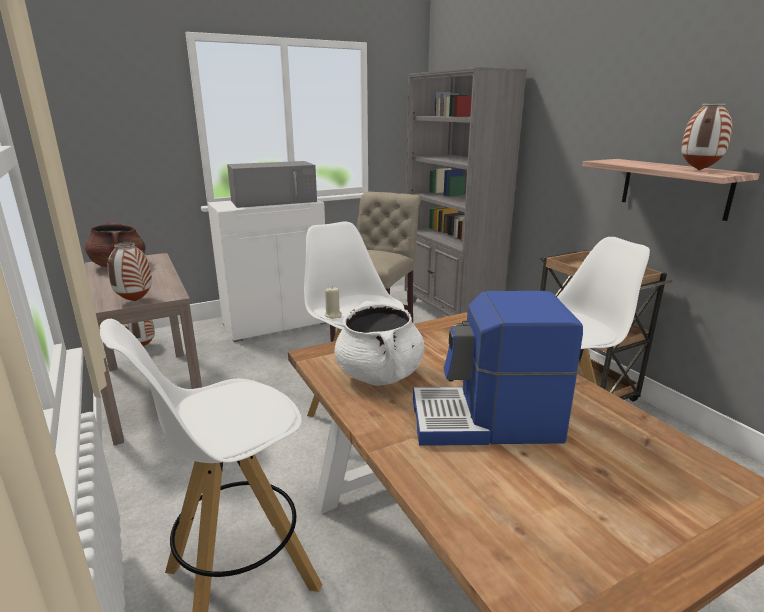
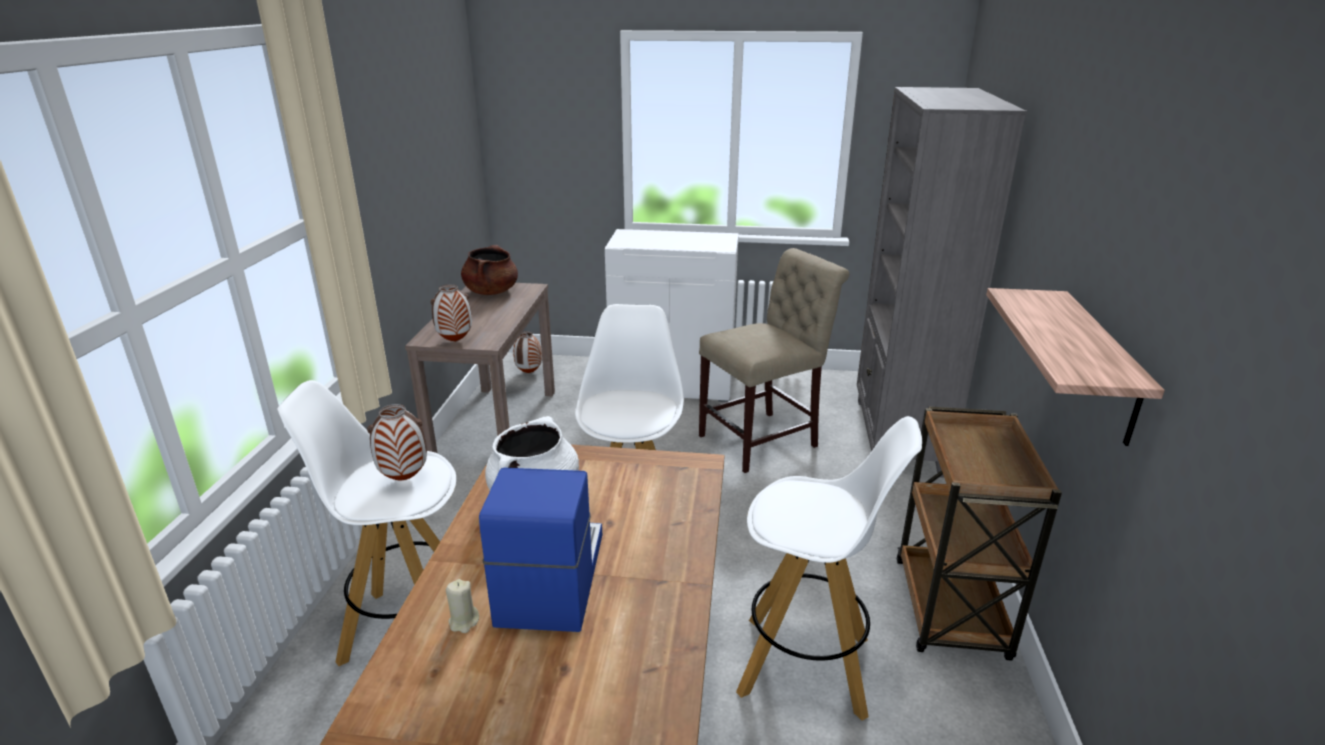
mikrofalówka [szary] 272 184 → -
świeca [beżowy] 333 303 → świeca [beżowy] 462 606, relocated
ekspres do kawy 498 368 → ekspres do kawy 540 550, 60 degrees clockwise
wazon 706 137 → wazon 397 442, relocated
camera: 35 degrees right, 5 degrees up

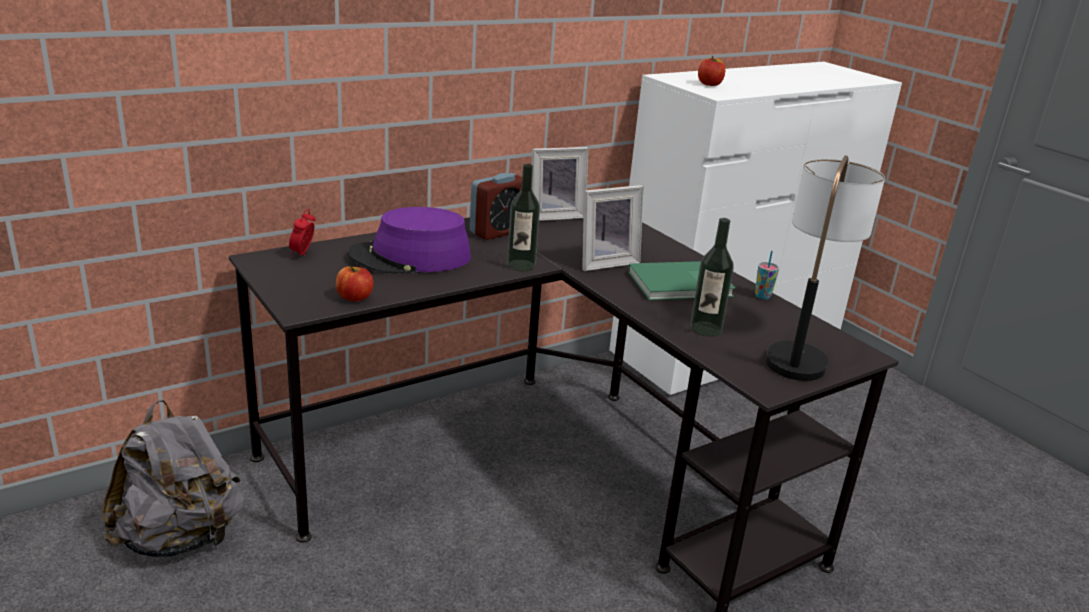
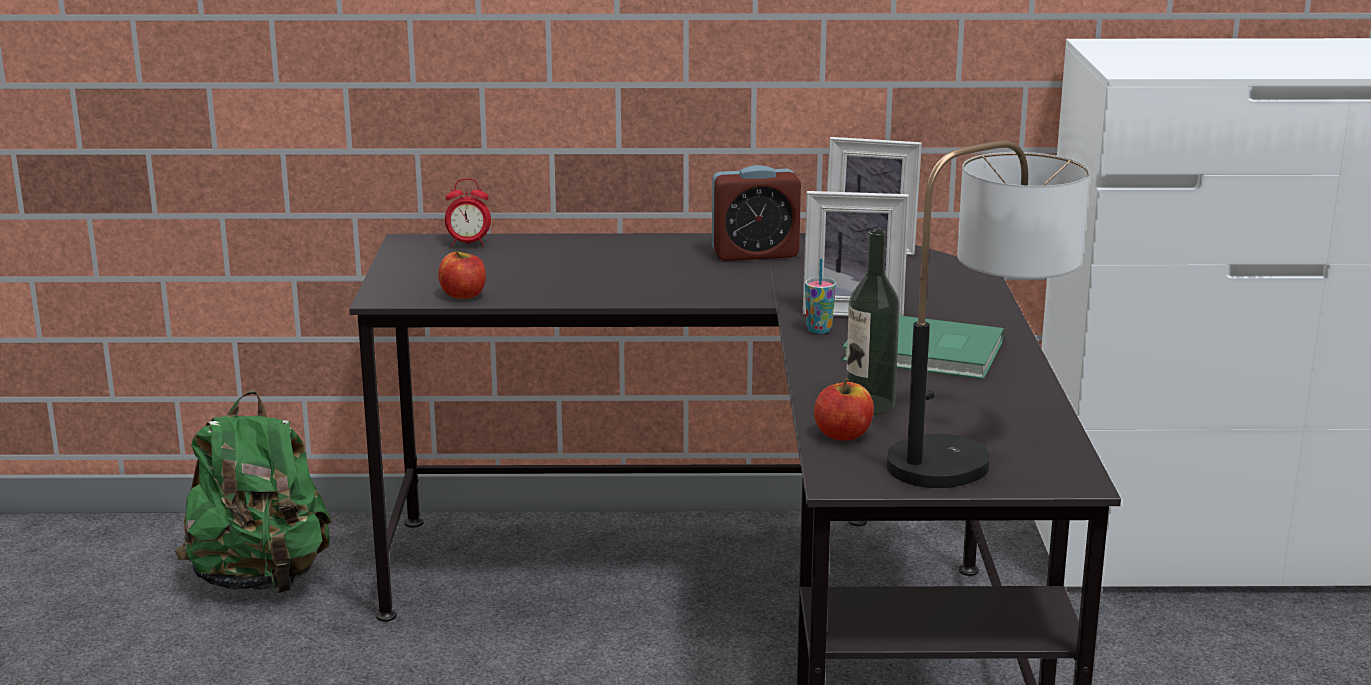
plecak [szary] 172 478 → plecak [zielony] 253 492
budzik 302 233 → budzik 468 213, 135 degrees counterclockwise
kapelusz [fioletowy] 409 240 → -
butelka 523 217 → -
jabłko 711 71 → jabłko 844 410, relocated
filiżanka 767 275 → filiżanka 820 296, relocated
camera: 35 degrees right, 5 degrees down

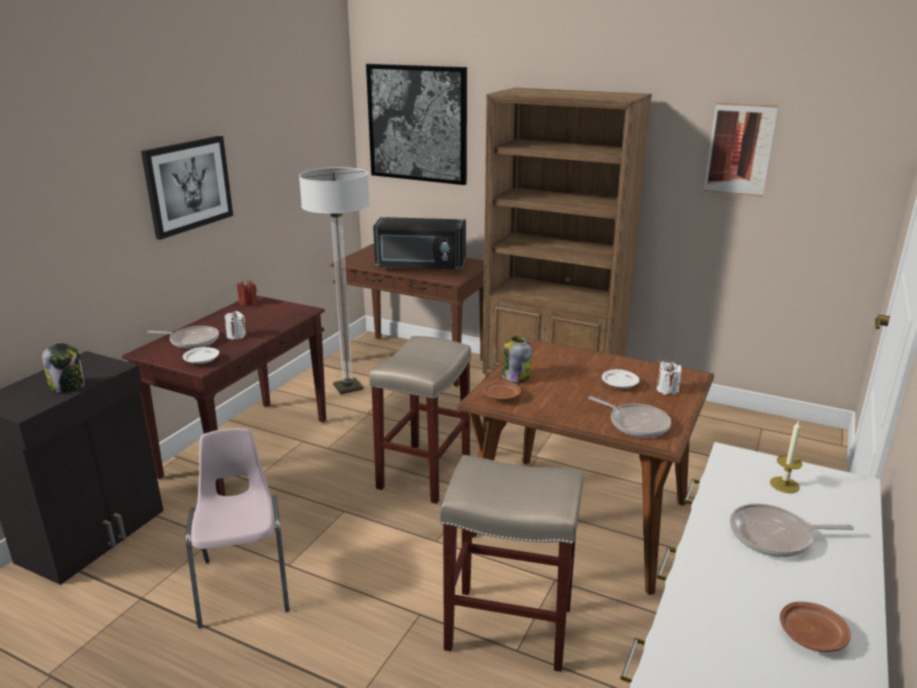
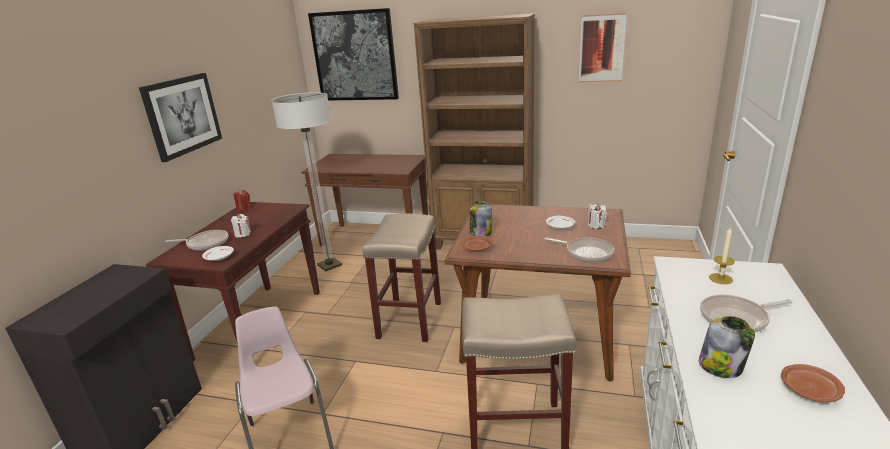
słoik 63 368 → słoik 727 347, relocated
mikrofalówka [czarny] 419 243 → -
camera: 10 degrees left, 0 degrees up

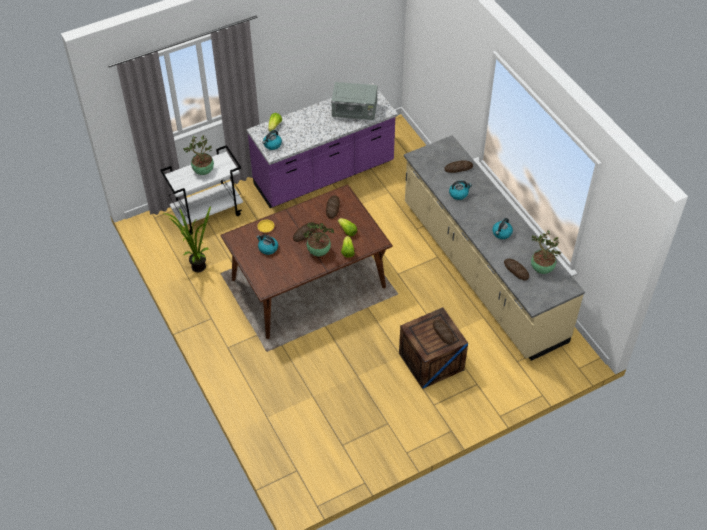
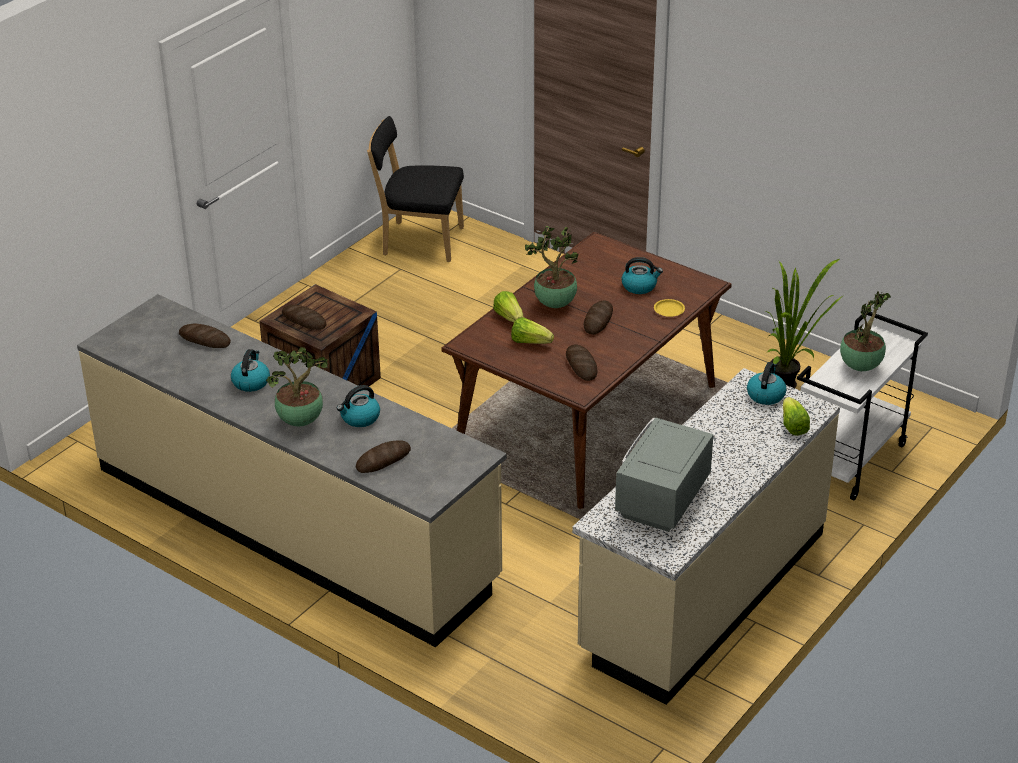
zabudowa kuchenna [fioletowy] 322 145 → zabudowa kuchenna [beżowy] 706 536
mikrofalówka [szary] 354 101 → mikrofalówka [szary] 664 475, 45 degrees counterclockwise
roślina doniczkowa 546 252 → roślina doniczkowa 297 386, relocated
- → krzesło [czarny] 415 189
camera: 155 degrees right, 15 degrees down

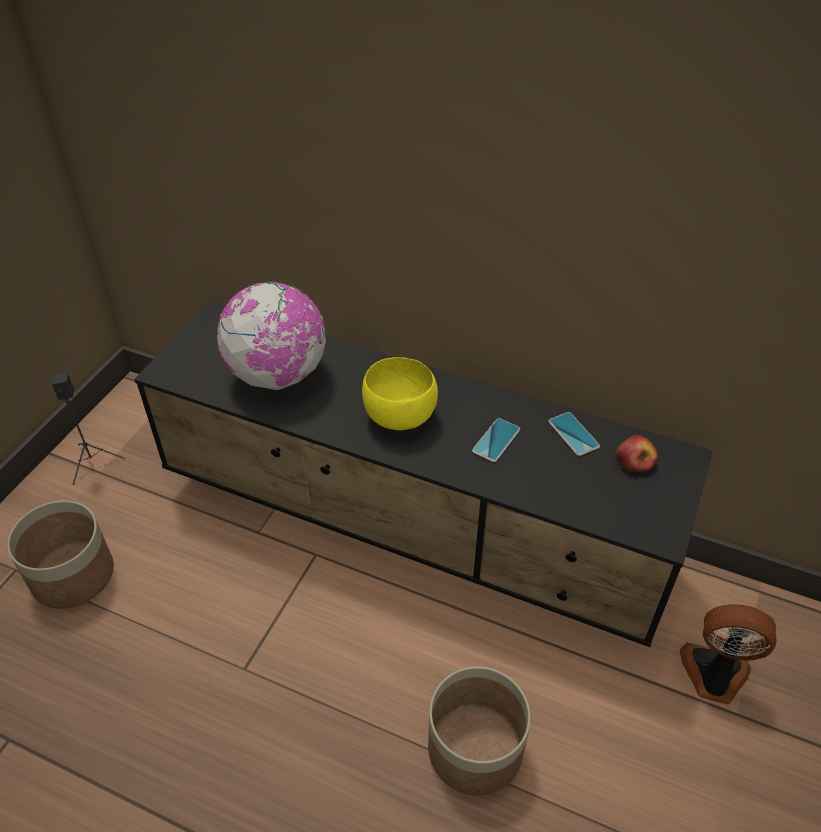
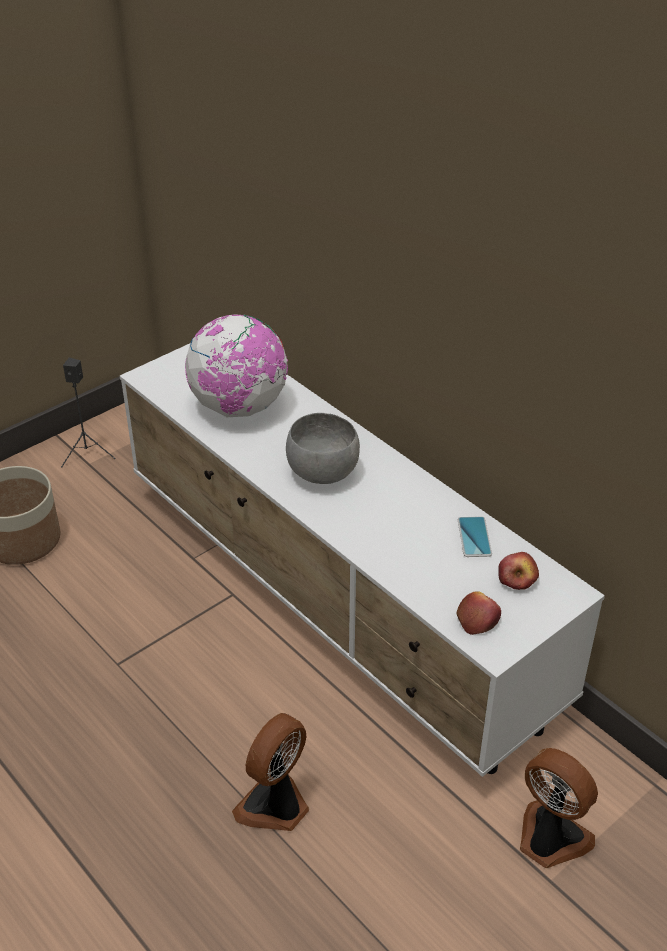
szafka pod telewizor [czarny] 423 474 → szafka pod telewizor [biały] 362 560
miska [żółty] 400 394 → miska [szary] 323 448
donica 479 731 → wentylator 270 772
telefon 496 440 → -
- → jabłko 478 613
camera: 25 degrees right, 5 degrees down

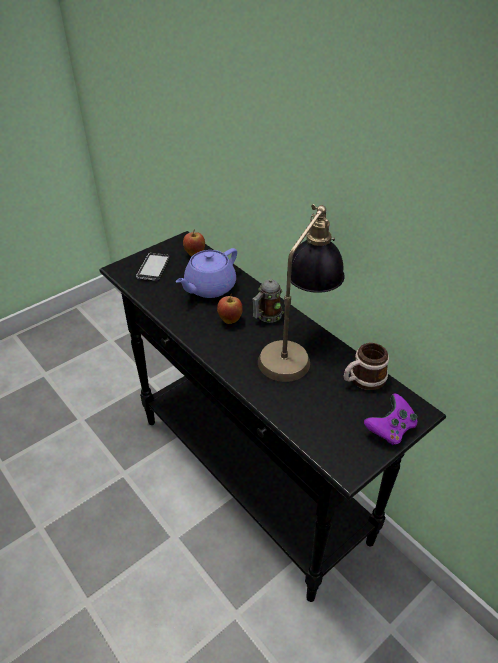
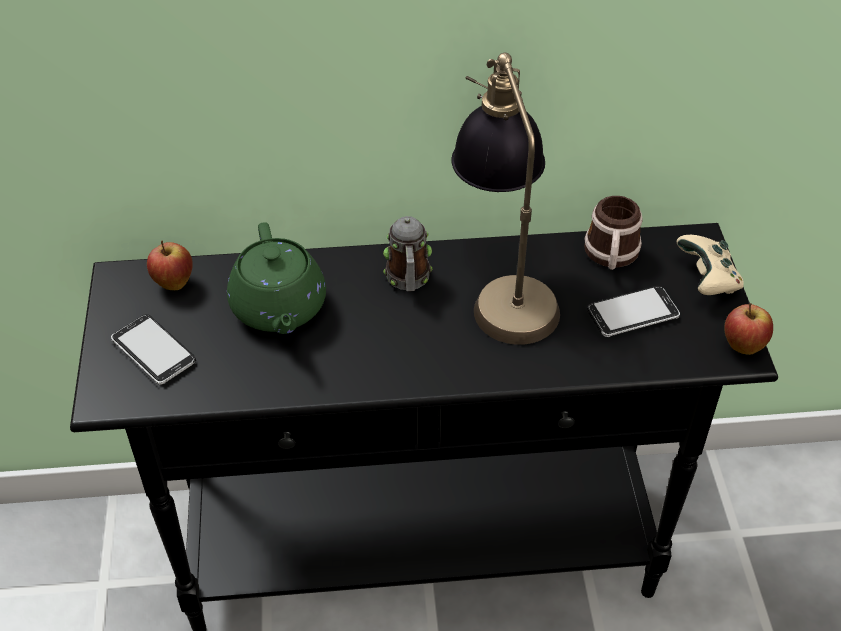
imbryk [fioletowy] 206 273 → imbryk [zielony] 276 278
jabłko 230 309 → jabłko 748 329, relocated
pad do gier [fioletowy] 390 419 → pad do gier [beżowy] 710 265
- → telefon 633 311
camera: 55 degrees left, 5 degrees up

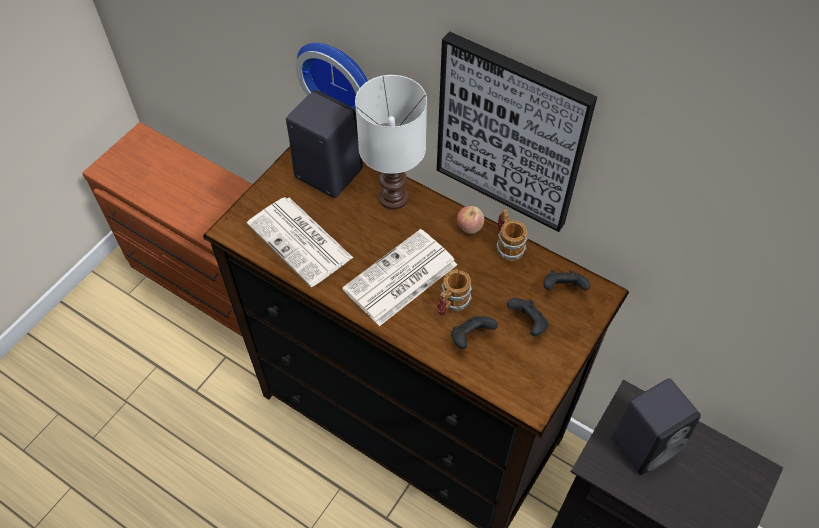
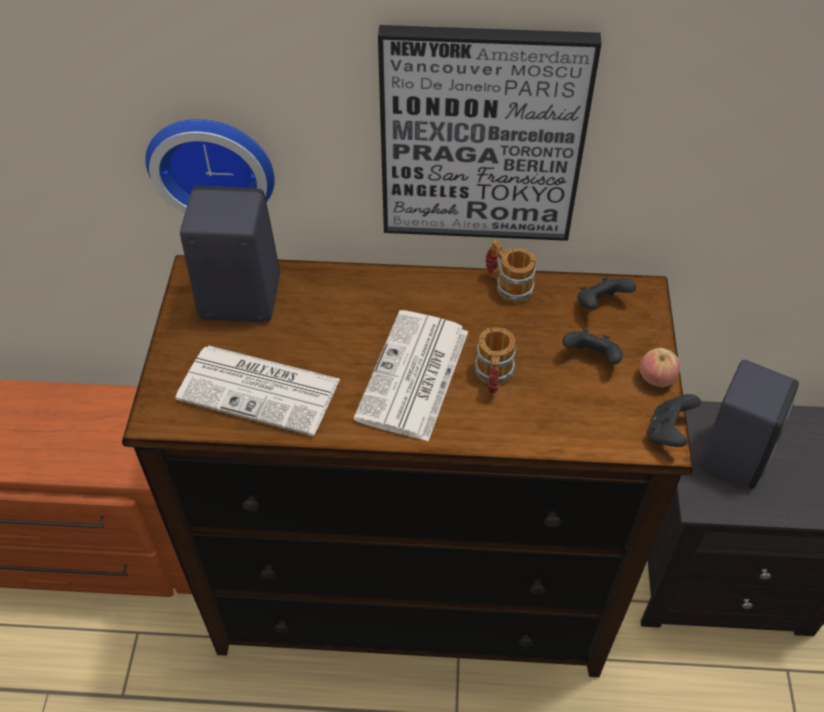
lampa stołowa [biały] 391 142 → -
pad do gier [czarny] 474 332 → pad do gier [czarny] 674 420, relocated
jabłko 470 220 → jabłko 660 367, relocated
camera: 30 degrees left, 5 degrees down

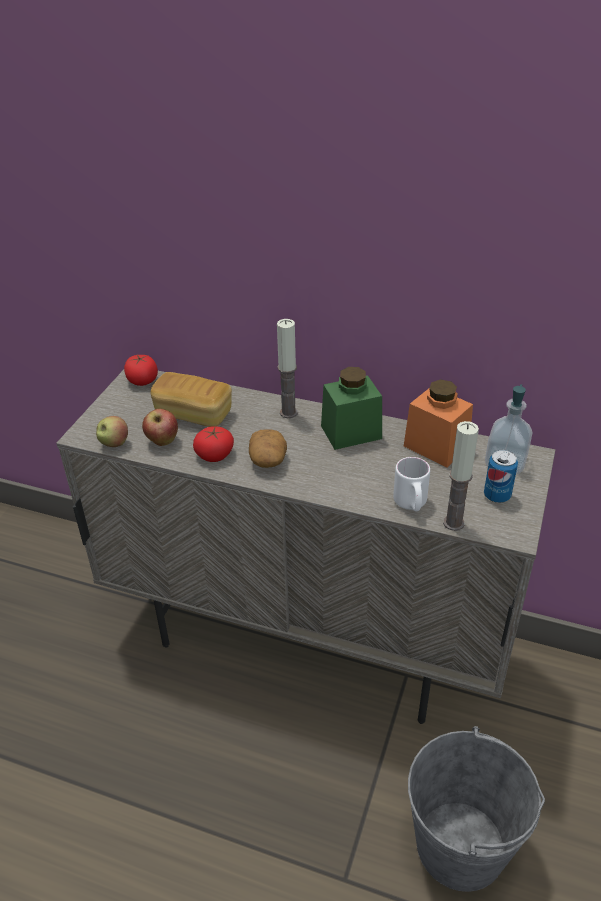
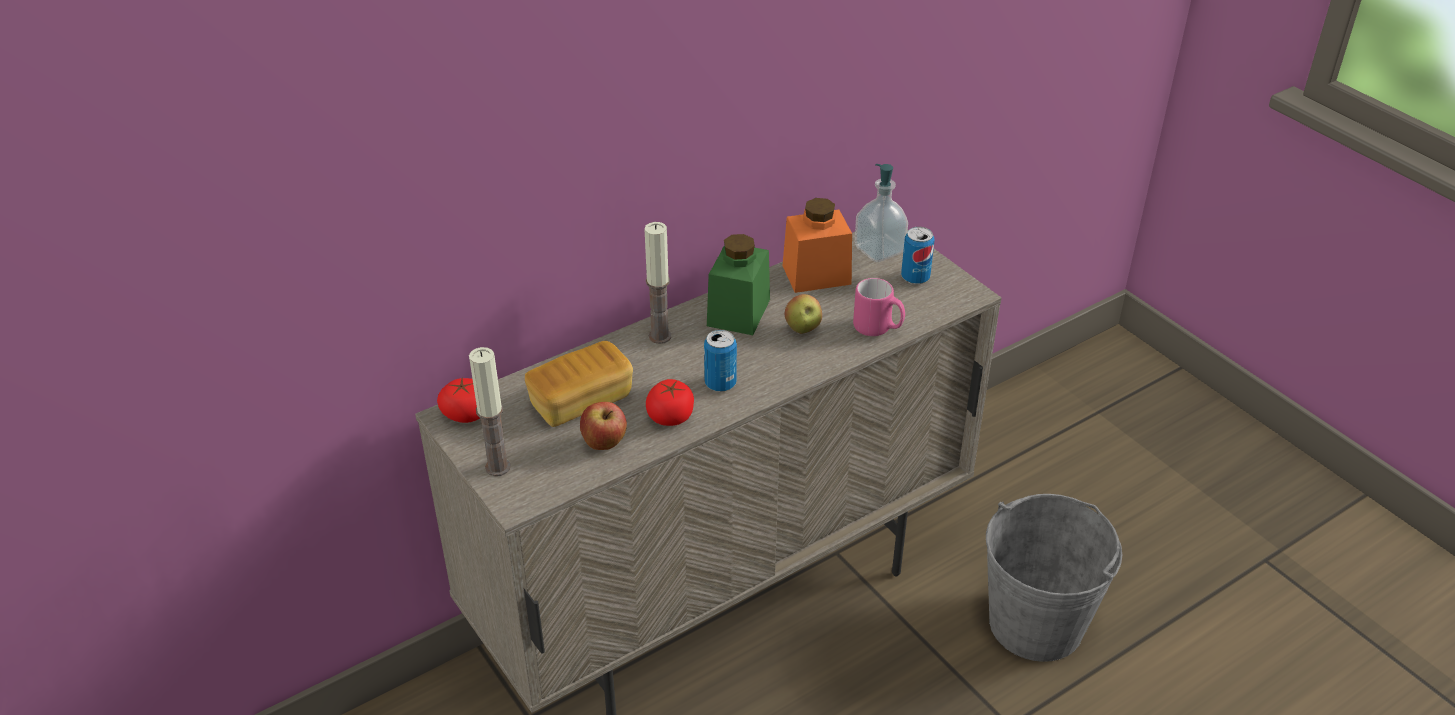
jabłko 112 431 → jabłko 803 314, relocated
ziemniak 268 448 → puszka 720 361
kubek [biały] 411 484 → kubek [różowy] 879 307
świeca 461 476 → świeca 490 411, relocated
camera: 55 degrees left, 0 degrees up

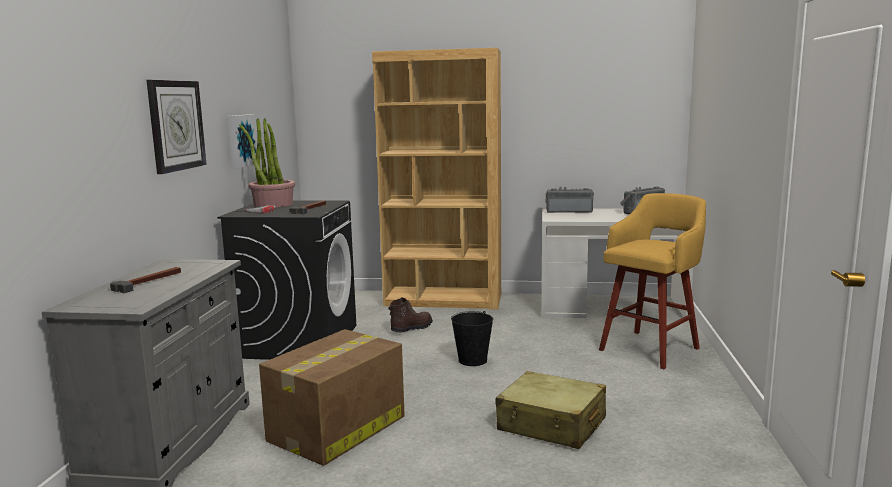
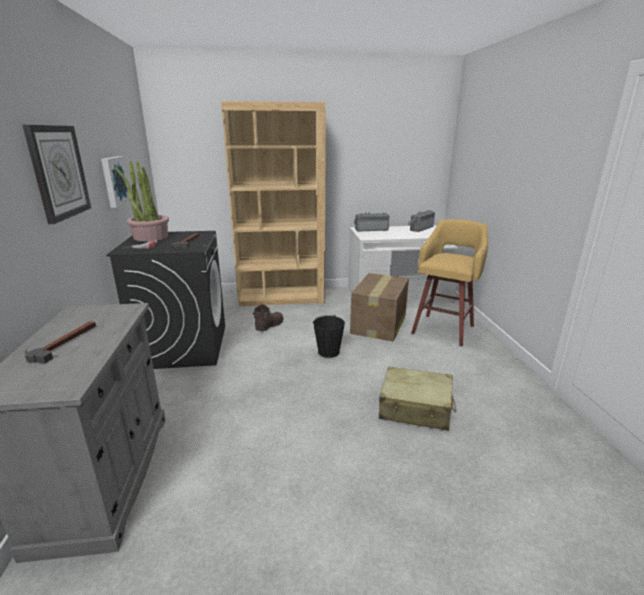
karton 332 397 → karton 379 307, relocated
camera: 15 degrees left, 10 degrees up

